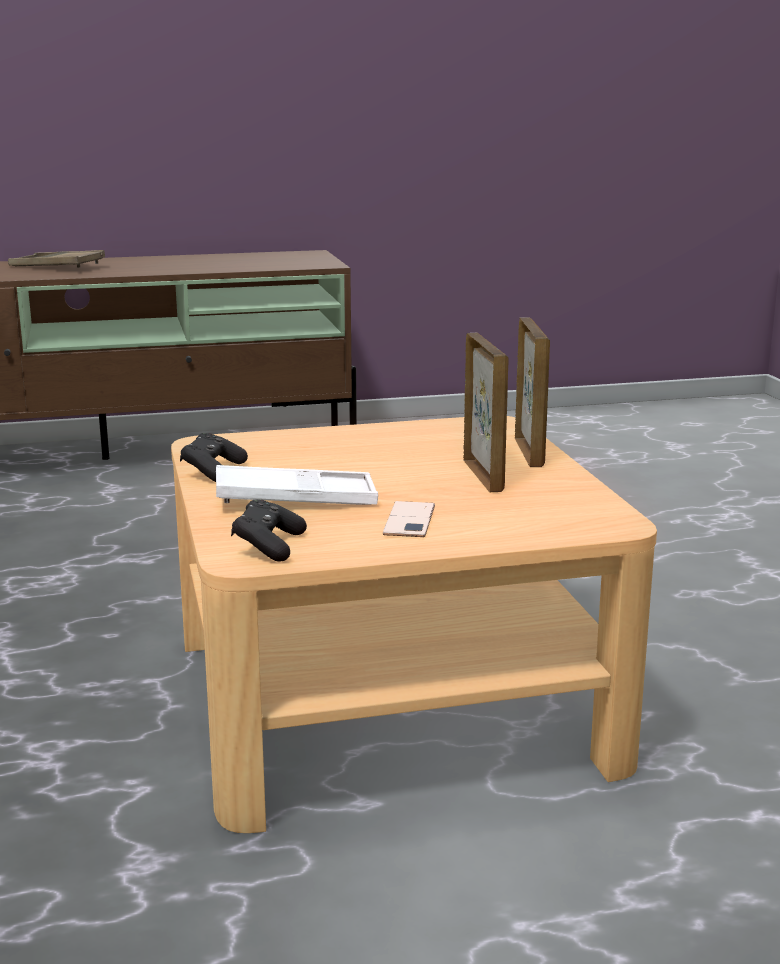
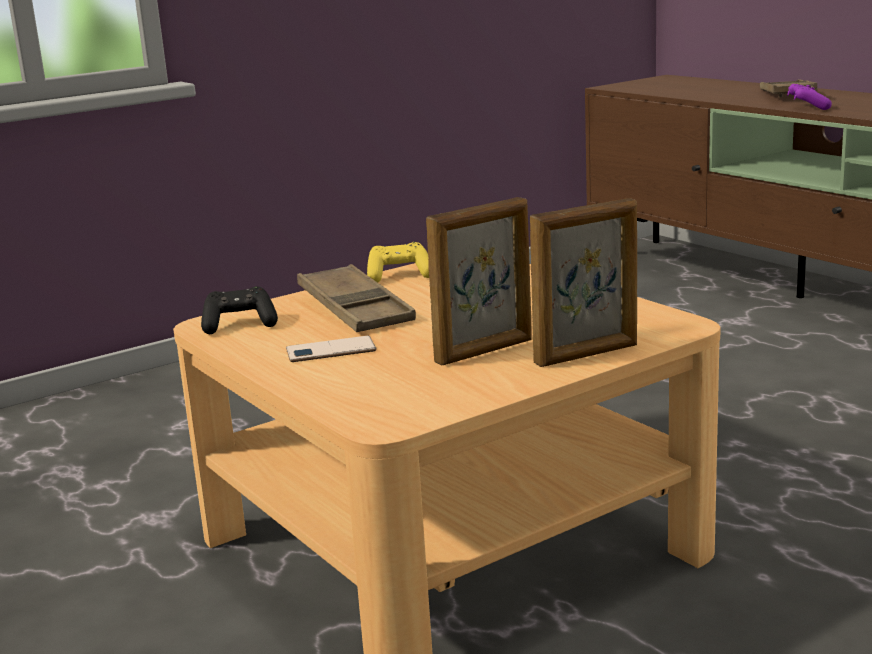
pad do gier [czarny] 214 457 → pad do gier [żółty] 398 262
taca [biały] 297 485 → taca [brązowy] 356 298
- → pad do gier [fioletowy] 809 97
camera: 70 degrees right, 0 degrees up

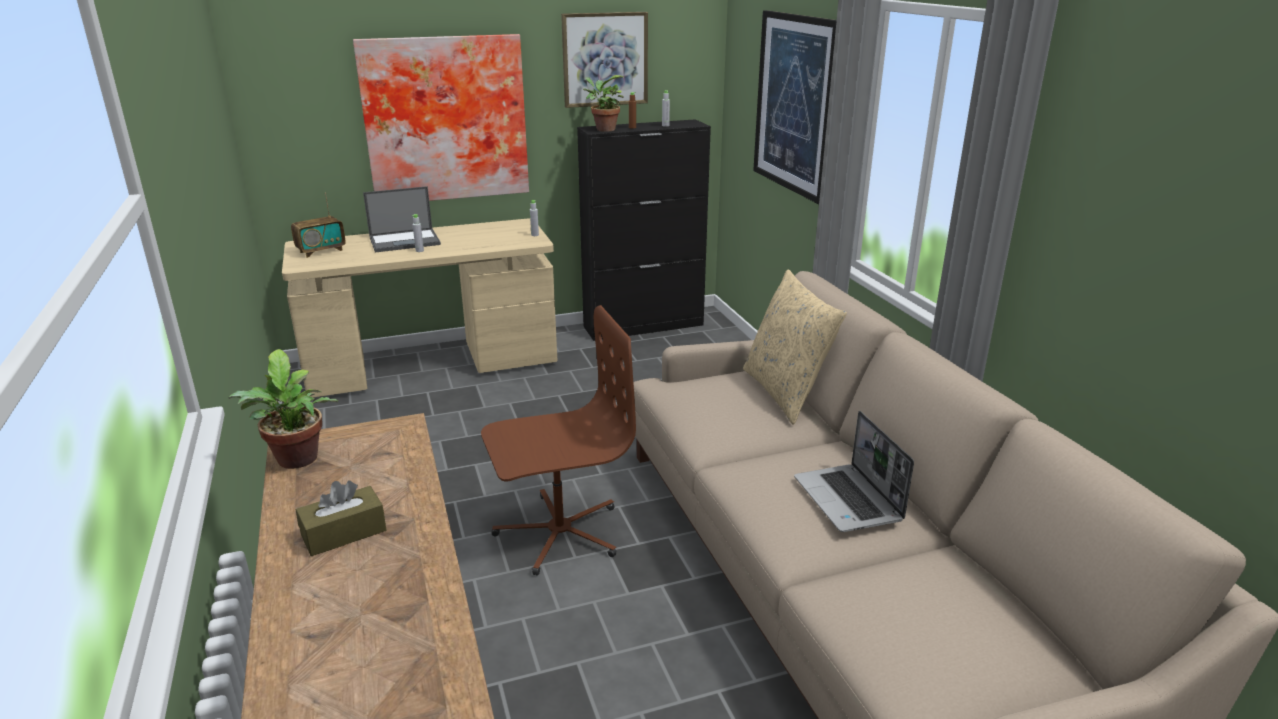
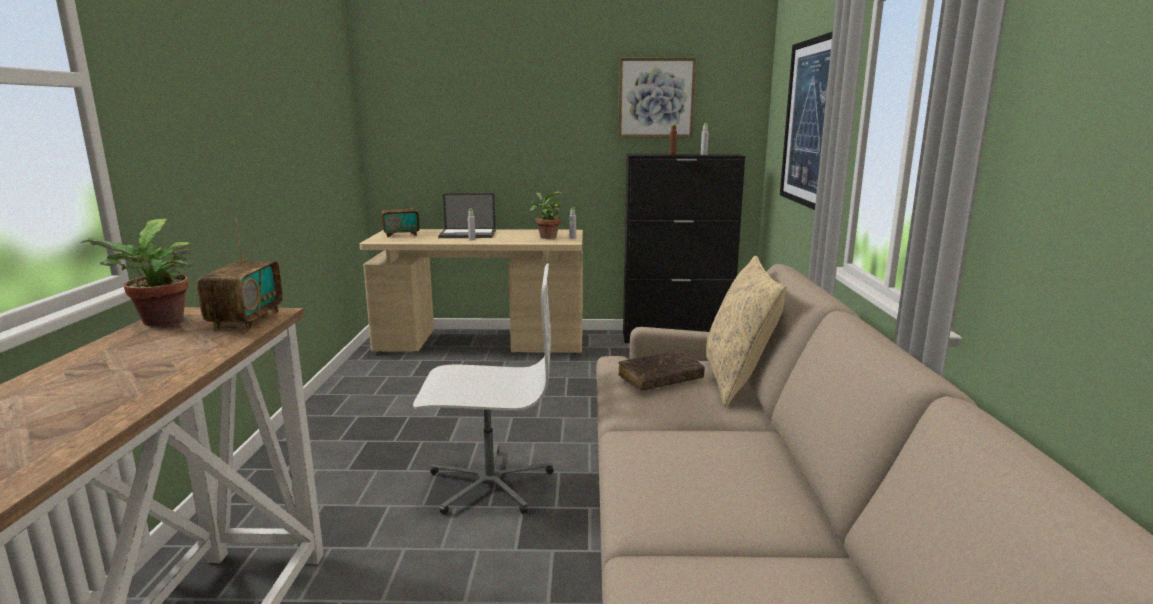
pudełko chusteczek [brązowy] 341 518 → -
obraz 441 117 → -
krzesło biurowe [brązowy] 558 440 → krzesło biurowe [biały] 483 389
roślina doniczkowa 603 103 → roślina doniczkowa 546 215, relocated
laptop 854 471 → -
- → radio 240 275
- → książka [brązowy] 661 370
camera: 20 degrees right, 10 degrees down

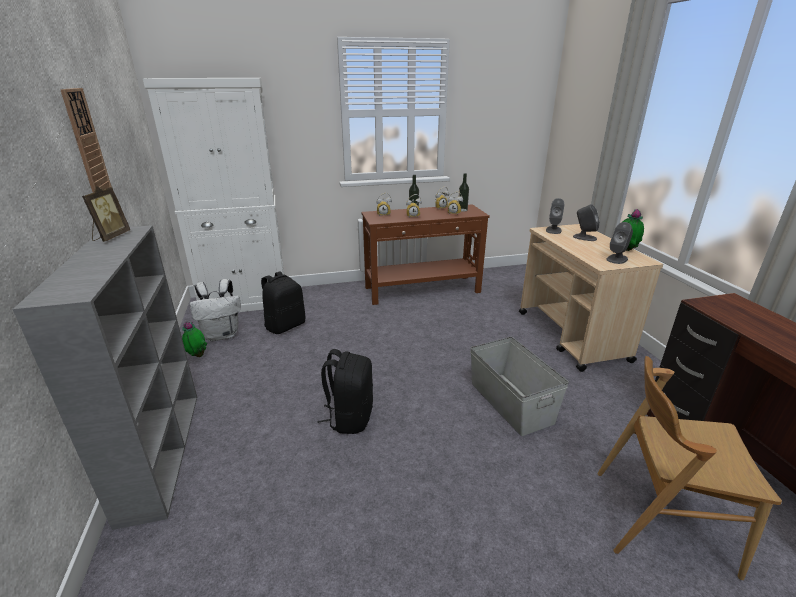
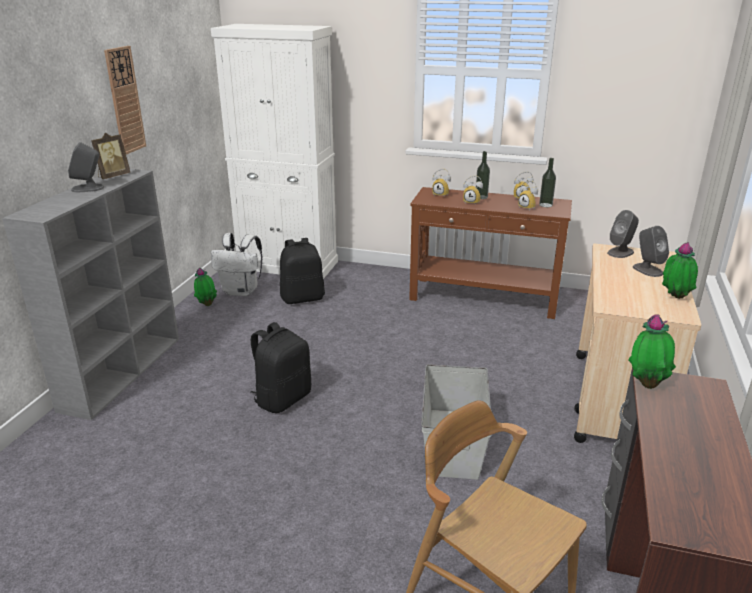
głośnik [szary] 619 243 → głośnik [szary] 86 167, relocated
- → roślina doniczkowa 652 352
camera: 30 degrees right, 0 degrees up

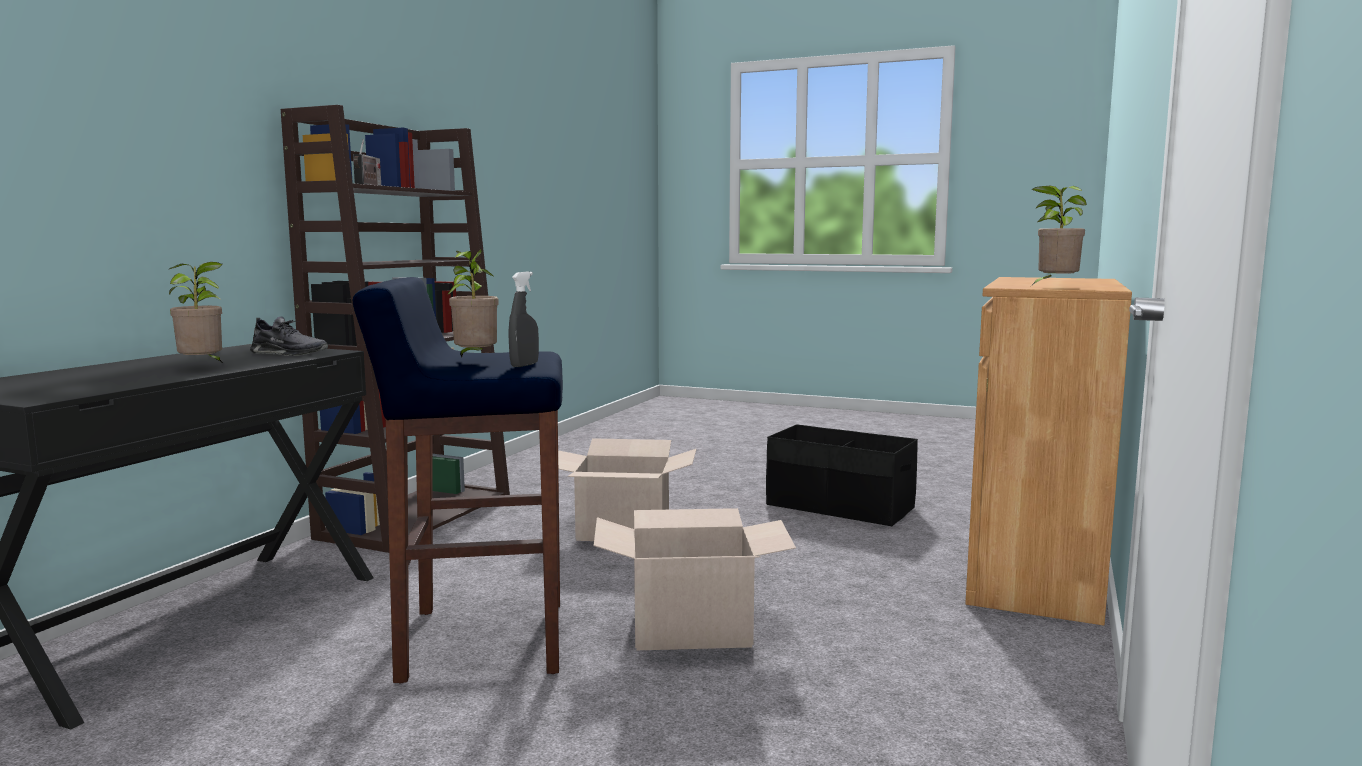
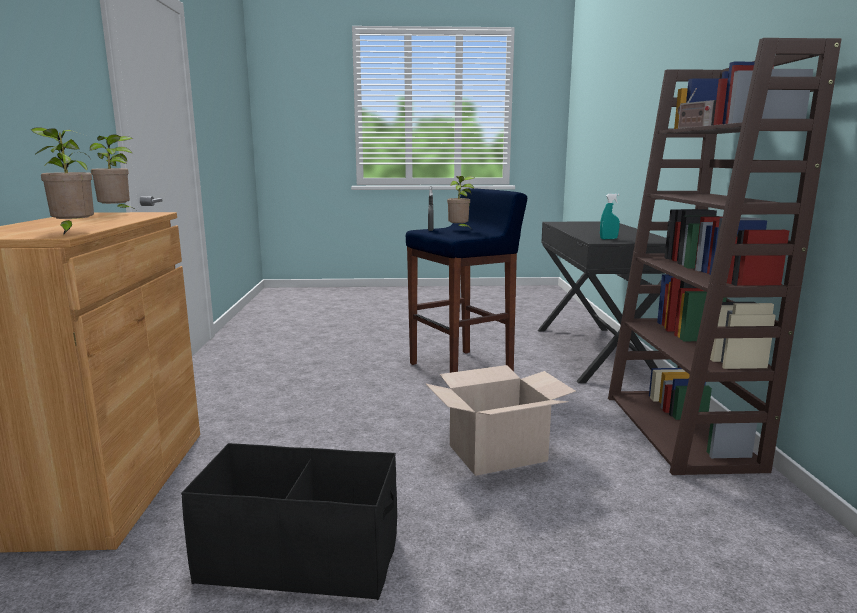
roślina doniczkowa 196 313 → roślina doniczkowa 62 181, relocated
but [szary] 289 336 → spryskiwacz [turkusowy] 610 216
karton 694 579 → -
camera: 155 degrees right, 5 degrees up

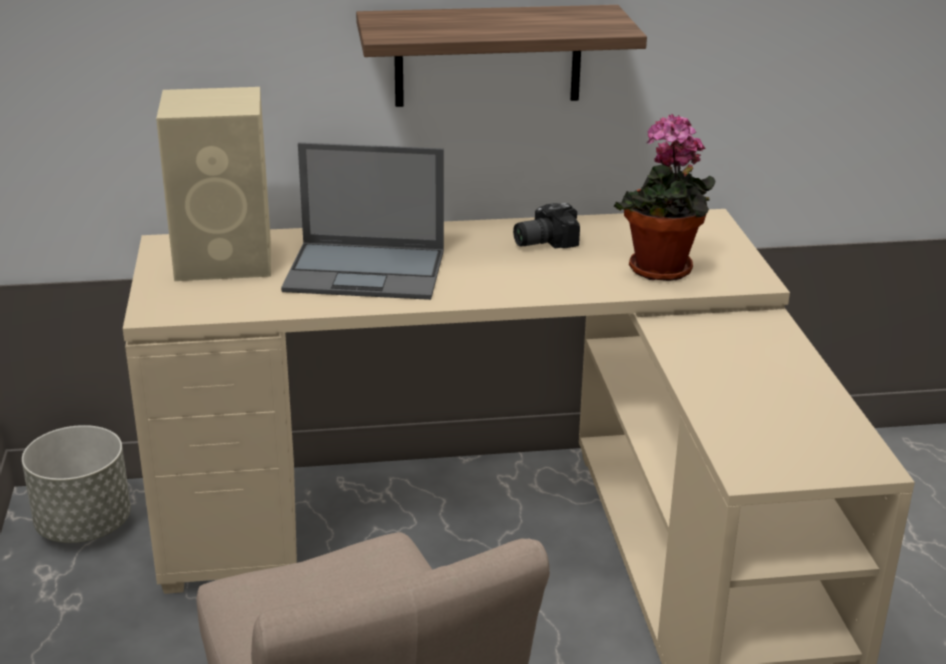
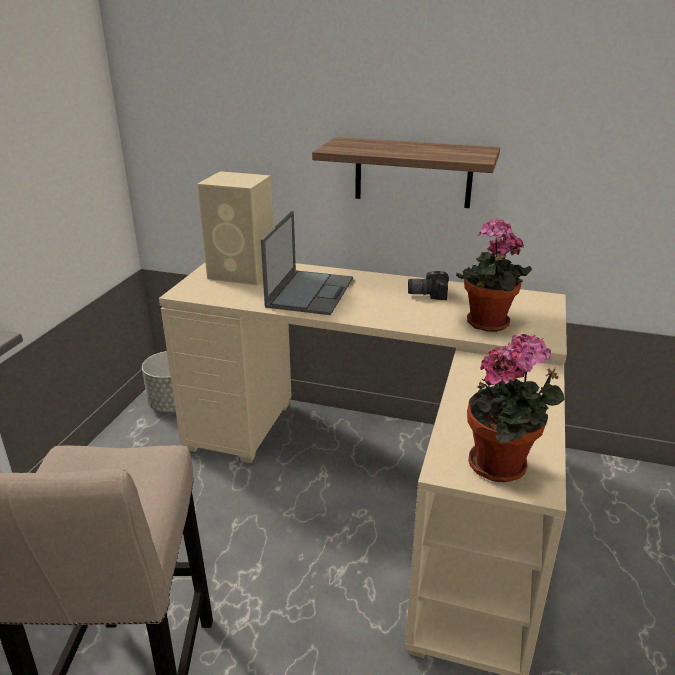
laptop 362 221 → laptop 307 263, 105 degrees counterclockwise
- → roślina doniczkowa 515 407
camera: 25 degrees right, 0 degrees up

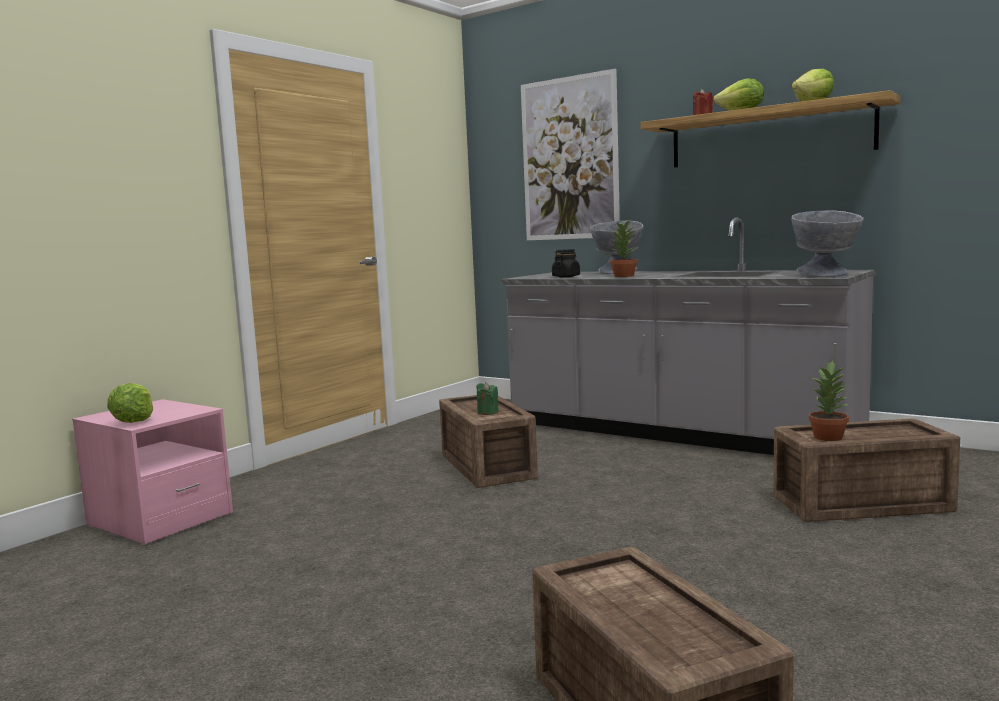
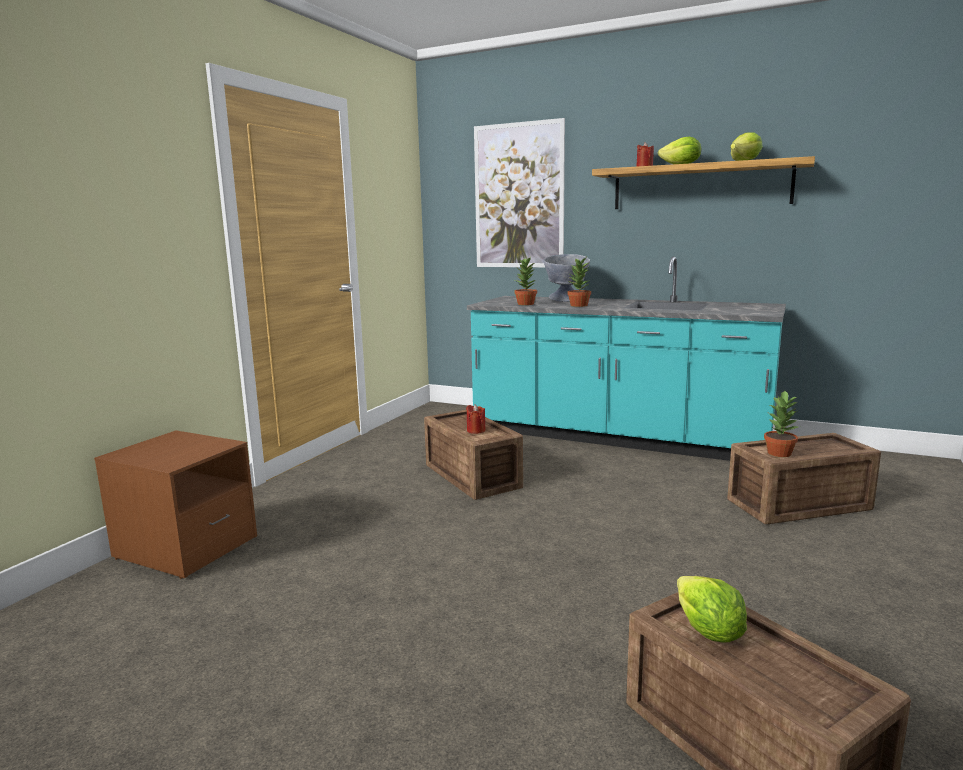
szafka nocna [różowy] 152 472 → szafka nocna [brązowy] 175 504
sałata 130 403 → sałata 712 609, relocated
świeca [zielony] 487 398 → świeca [czerwony] 476 419
zabudowa kuchenna [szary] 687 336 → zabudowa kuchenna [turkusowy] 626 359
słoik [czarny] 566 263 → roślina doniczkowa 525 281
miska [szary] 827 243 → -
camera: 10 degrees left, 5 degrees up

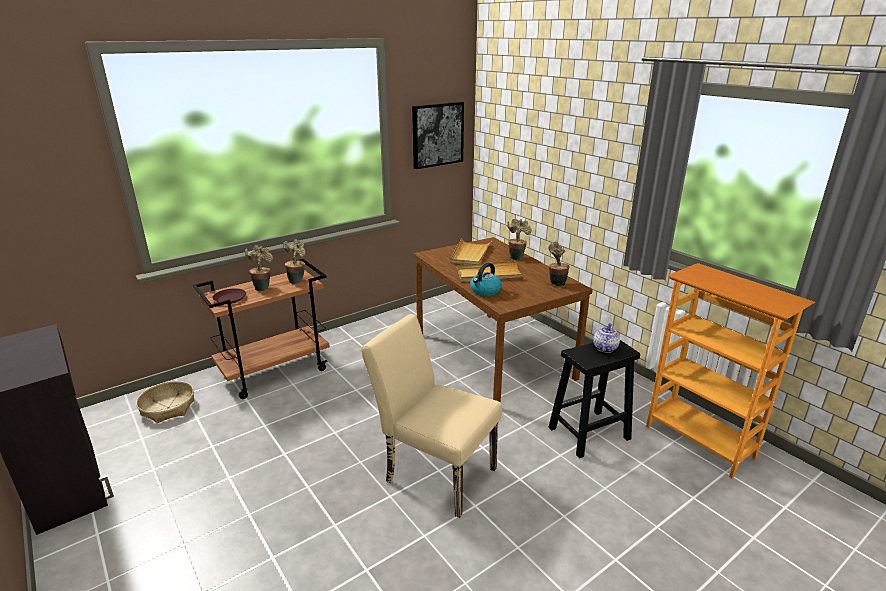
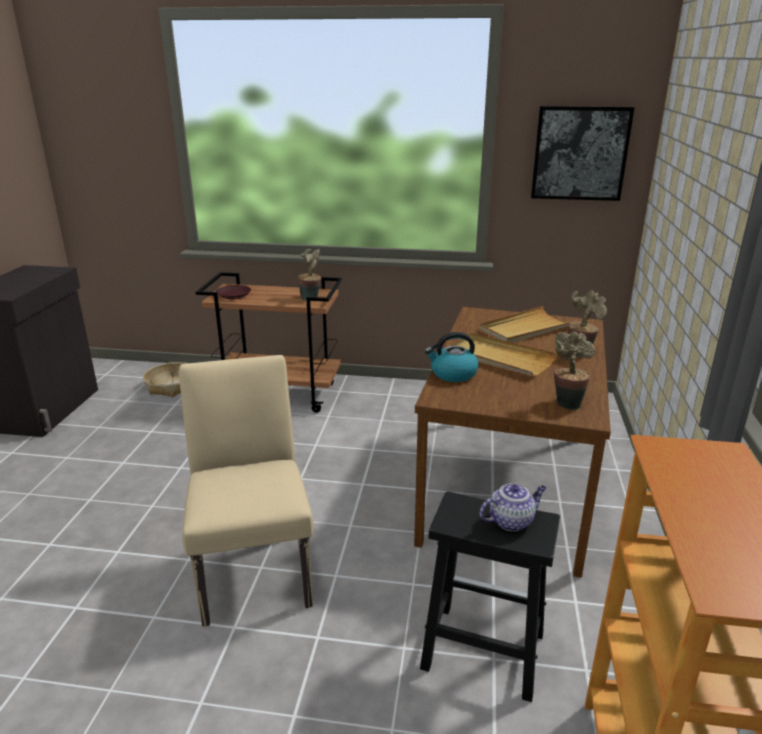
roślina doniczkowa 259 268 → -
camera: 45 degrees right, 0 degrees up

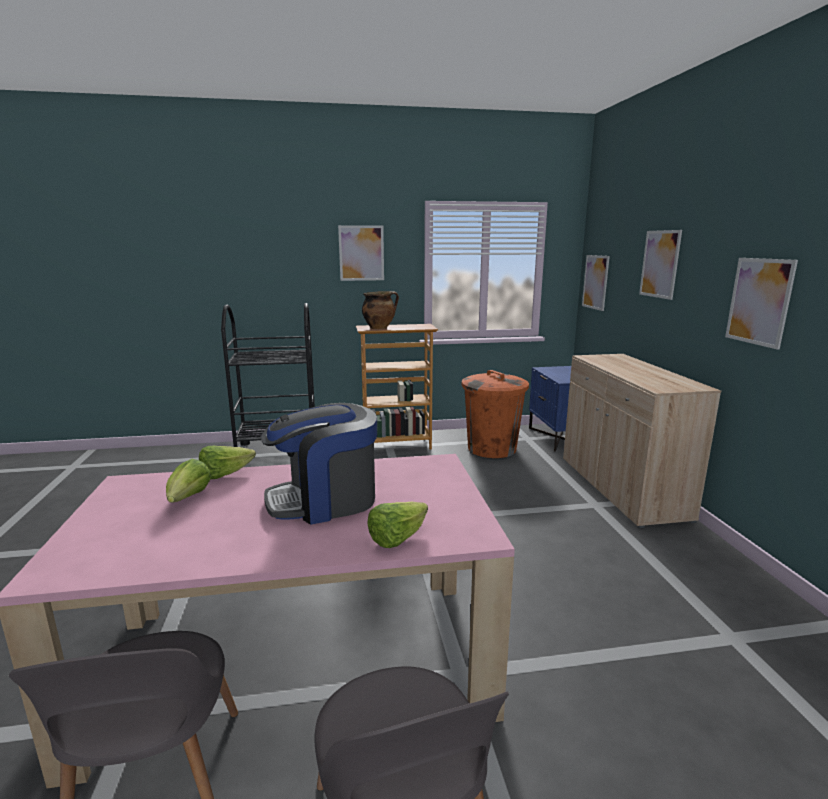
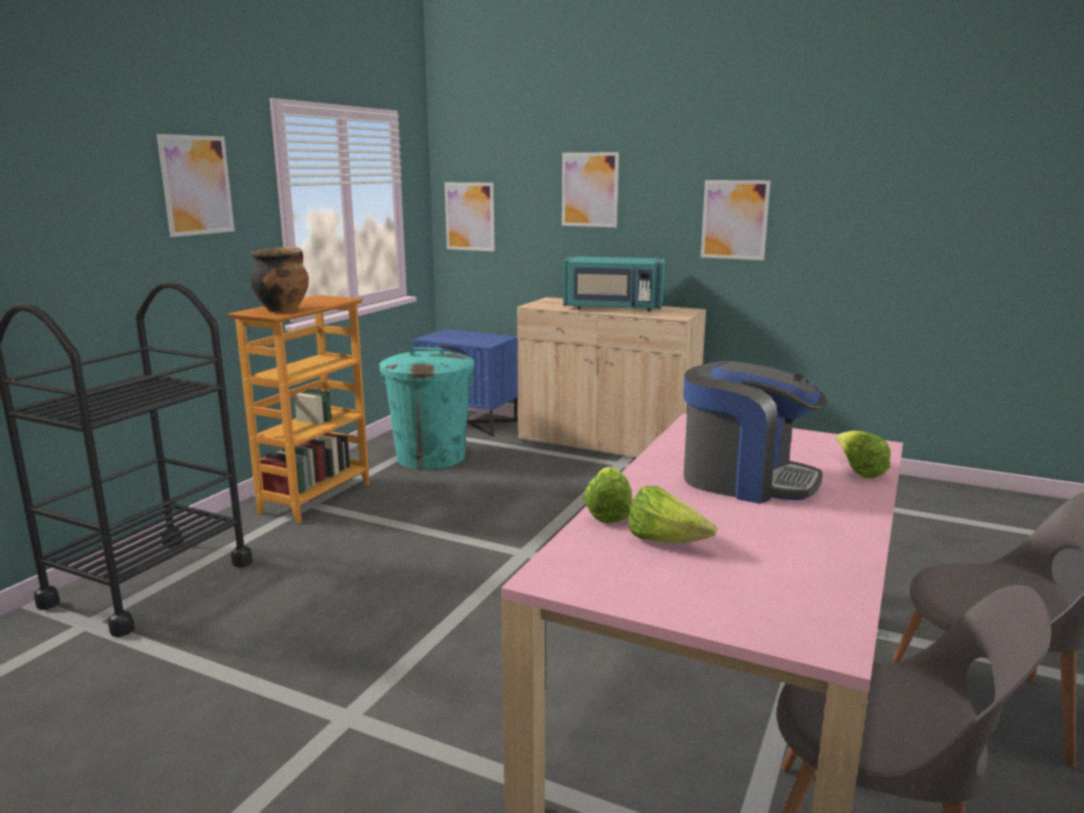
ekspres do kawy 319 464 → ekspres do kawy 755 432, 75 degrees counterclockwise
kosz na śmieci [pomarańczowy] 495 414 → kosz na śmieci [turkusowy] 426 408
- → mikrofalówka [turkusowy] 614 284
camera: 55 degrees left, 0 degrees up

